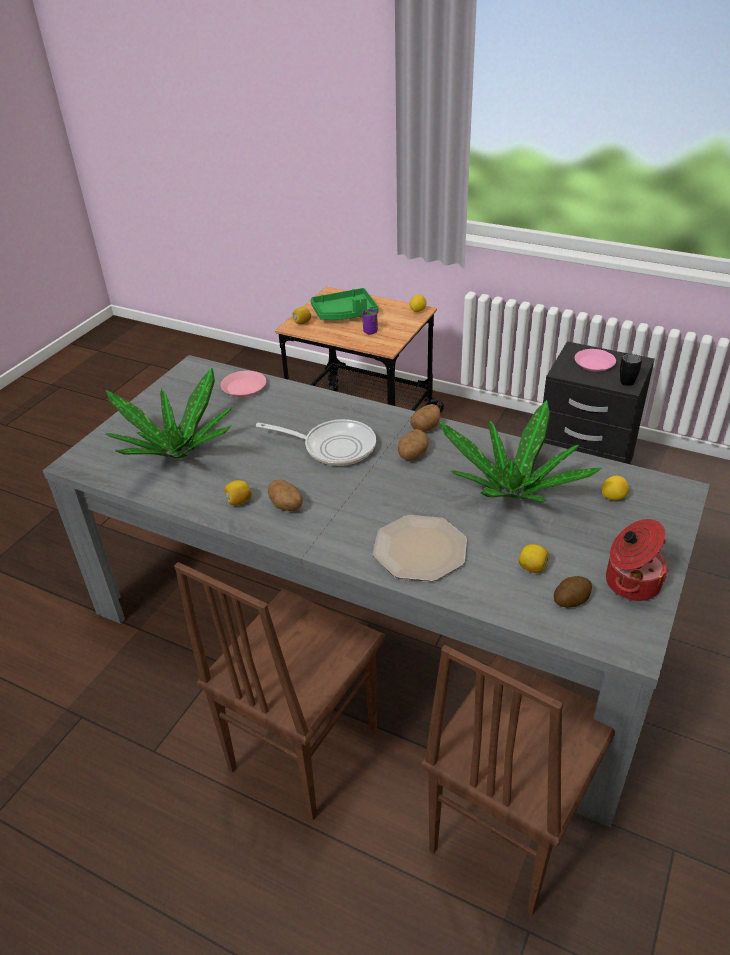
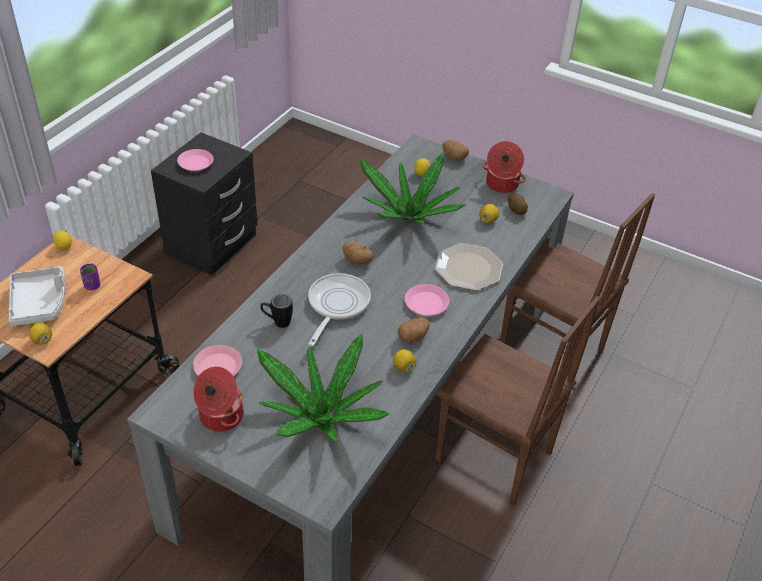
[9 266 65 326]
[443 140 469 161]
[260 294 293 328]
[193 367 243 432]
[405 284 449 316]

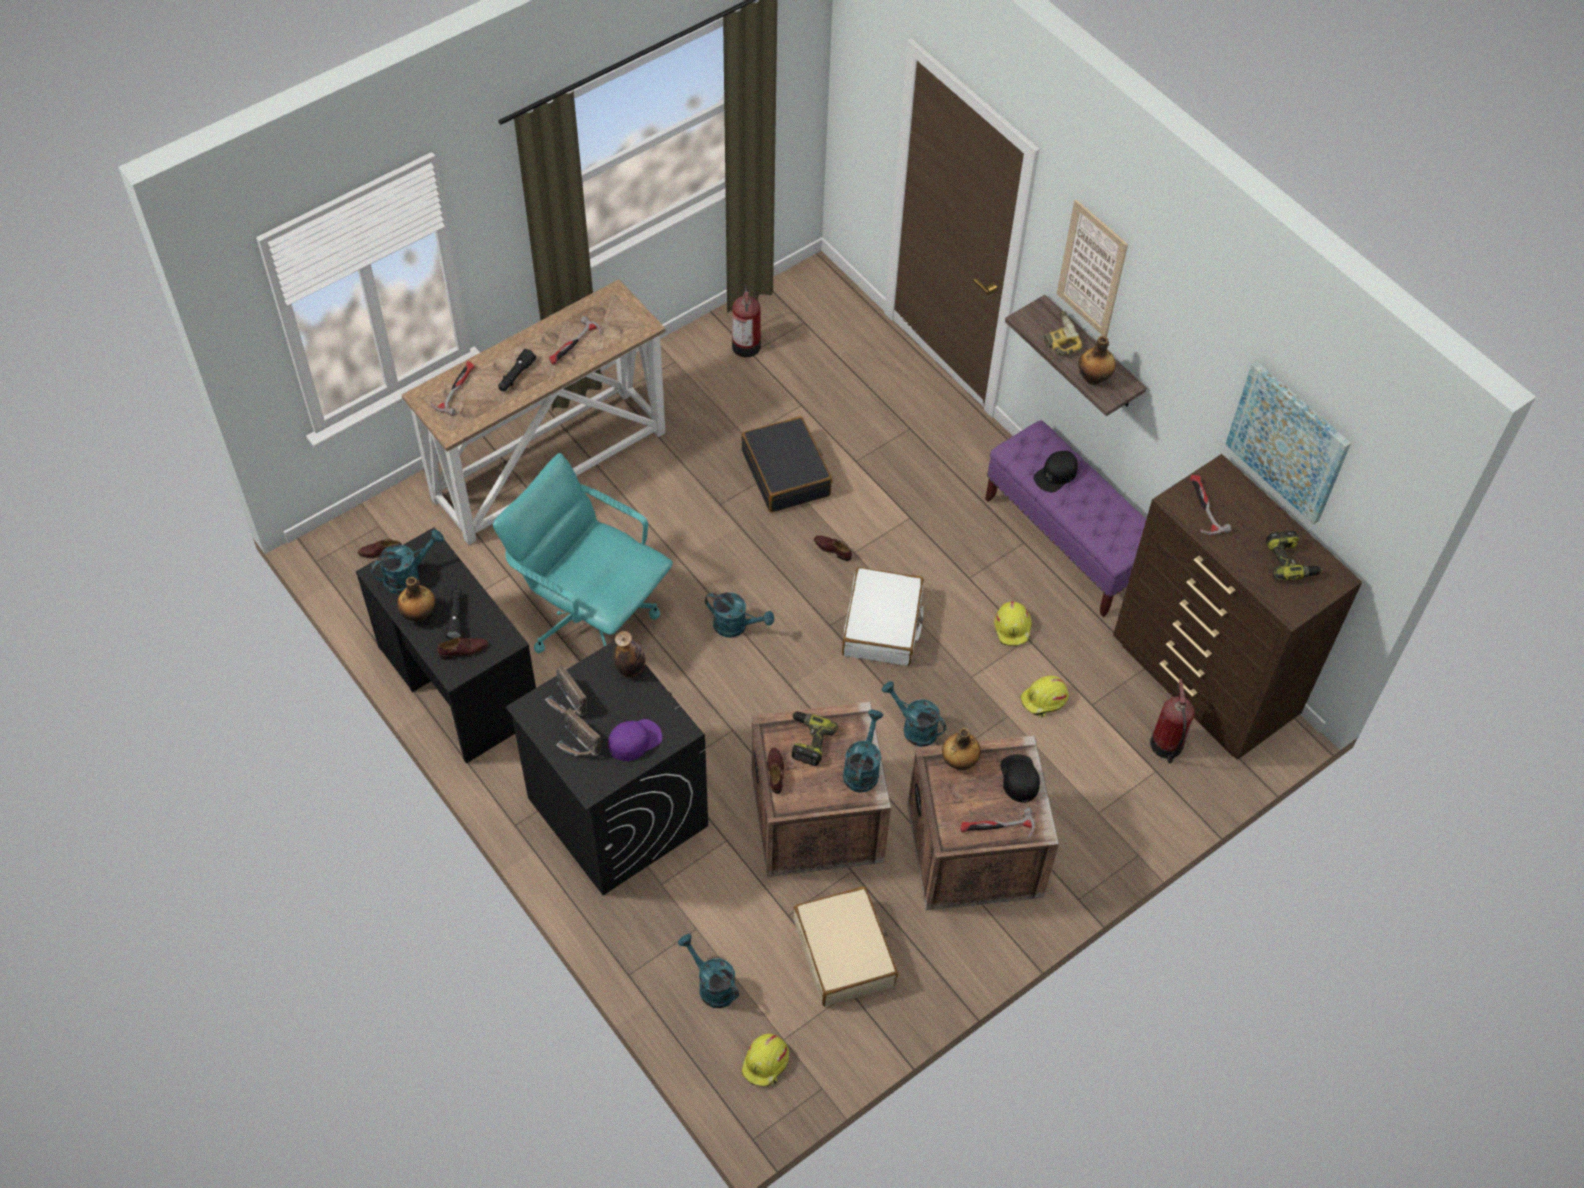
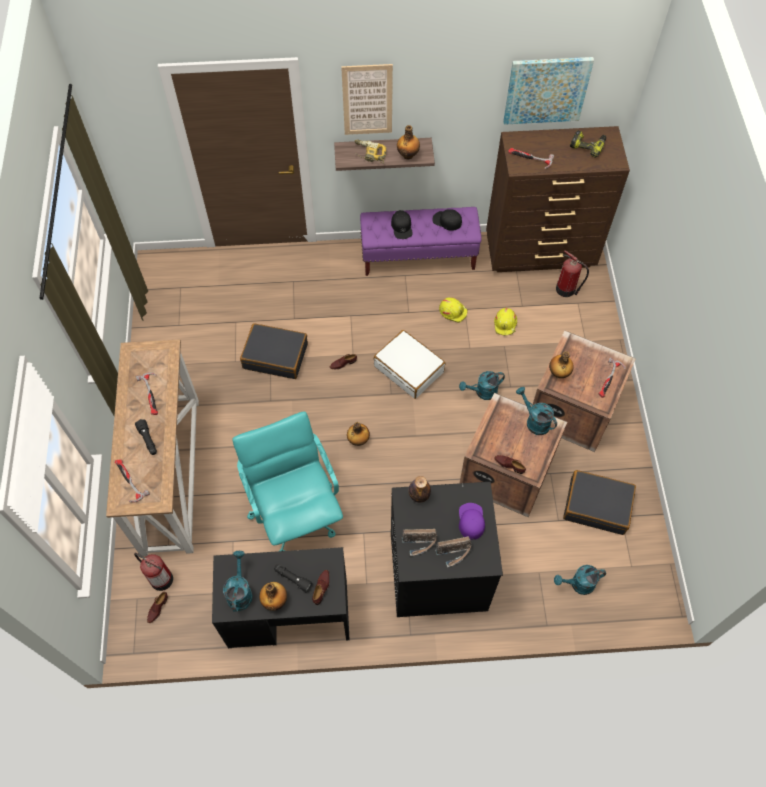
[232 411 343 551]
[347 422 370 446]
[134 553 173 591]
[742 1033 789 1087] (first image)
[791 712 838 766] (first image)
[563 470 636 535]
[432 209 462 231]

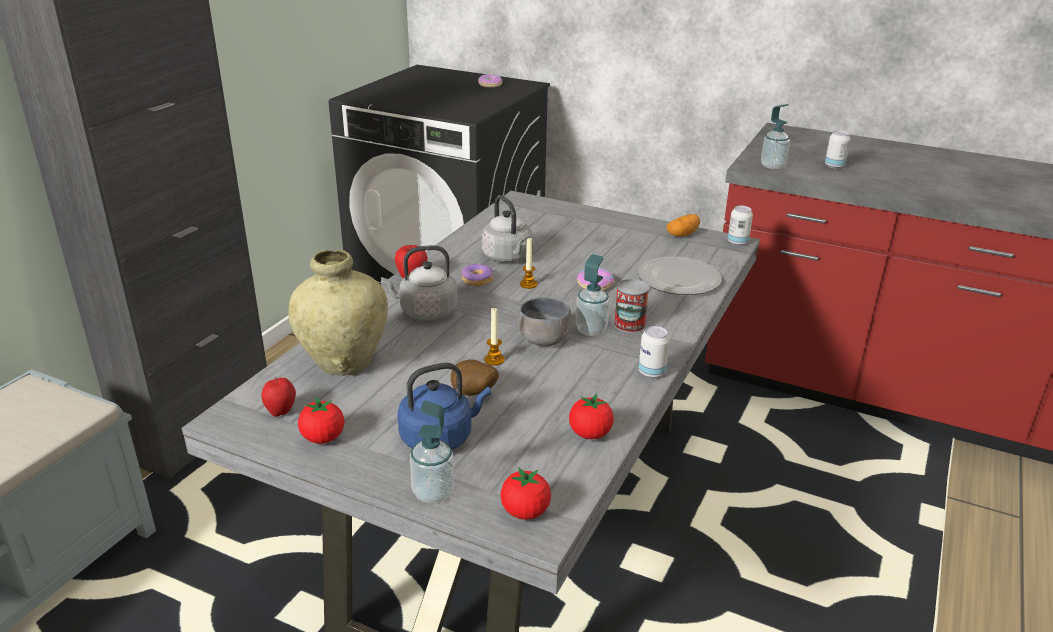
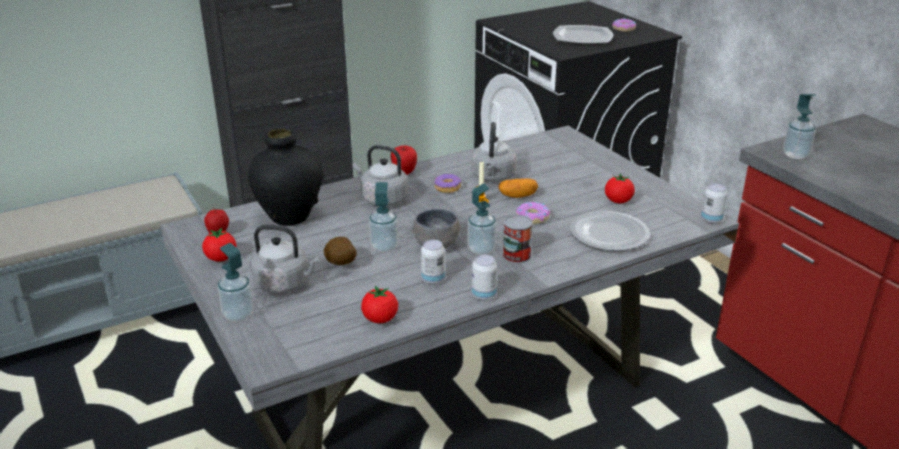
[248 128 323 226]
[250 225 320 293]
[369 182 398 252]
[605 173 635 203]
[498 178 538 198]
[421 240 445 284]
[553 25 613 44]

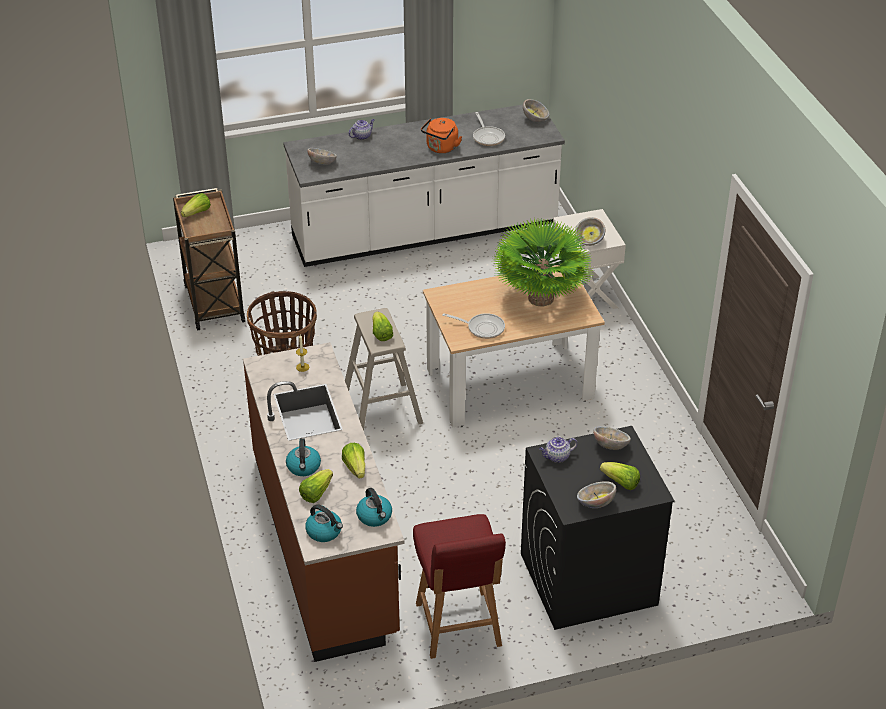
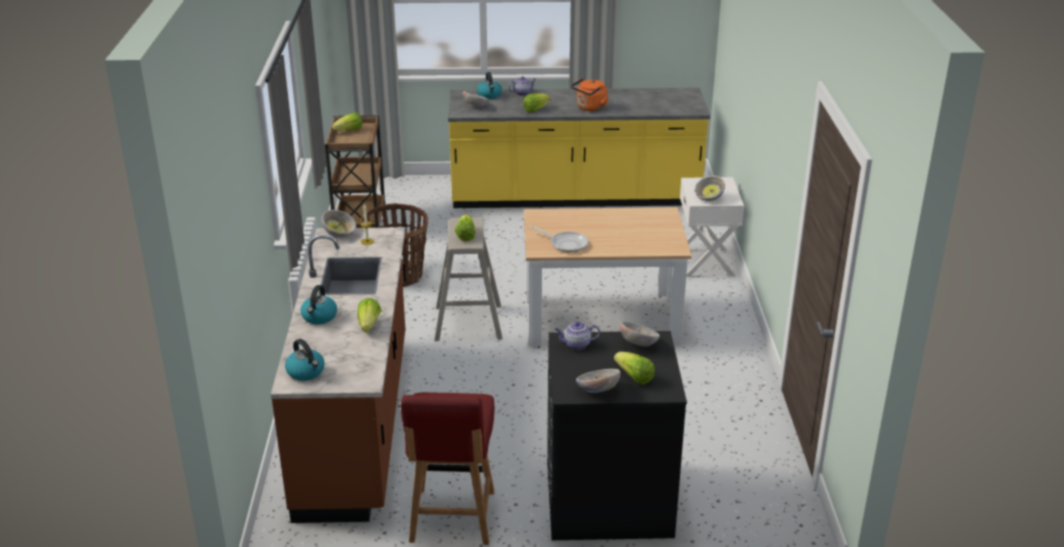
[448 88 710 208]
[523 93 550 112]
[477 72 502 99]
[473 112 505 146] (first image)
[492 219 593 307] (first image)
[321 210 356 238]

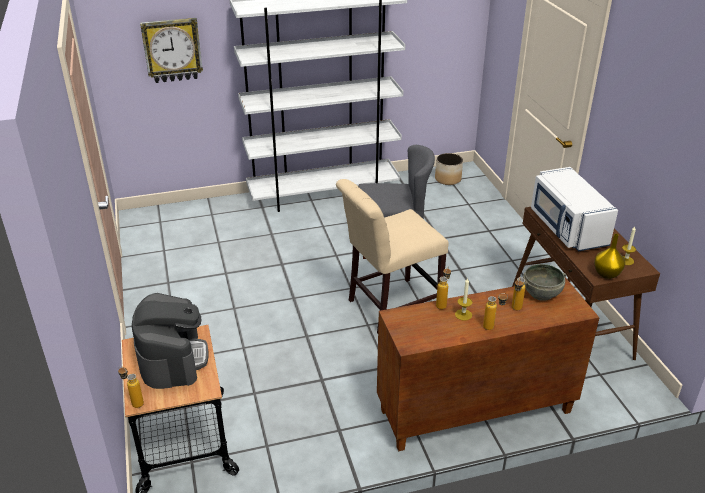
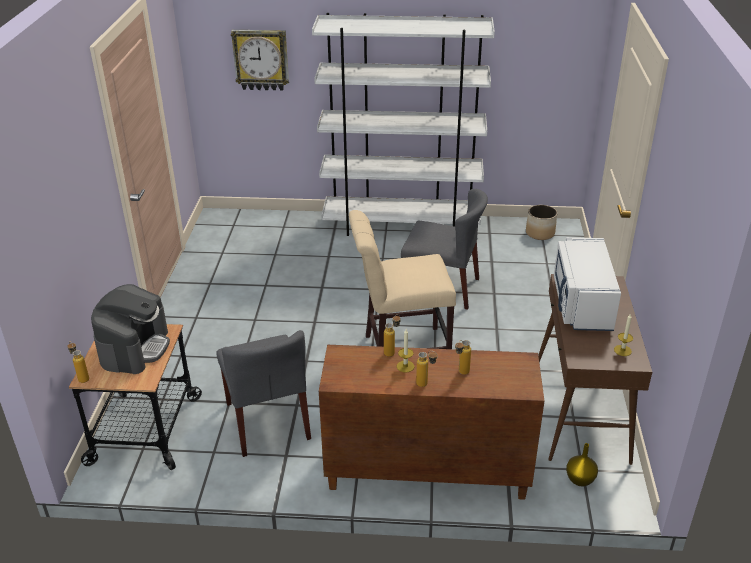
[523 264 566 301] (first image)
[566 443 598 486]
[216 330 311 457]

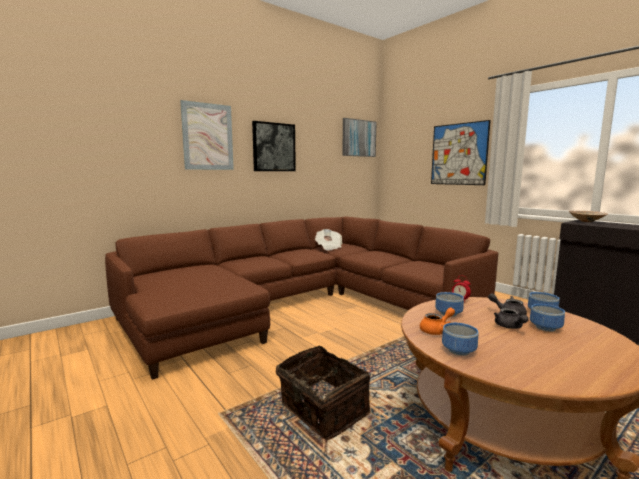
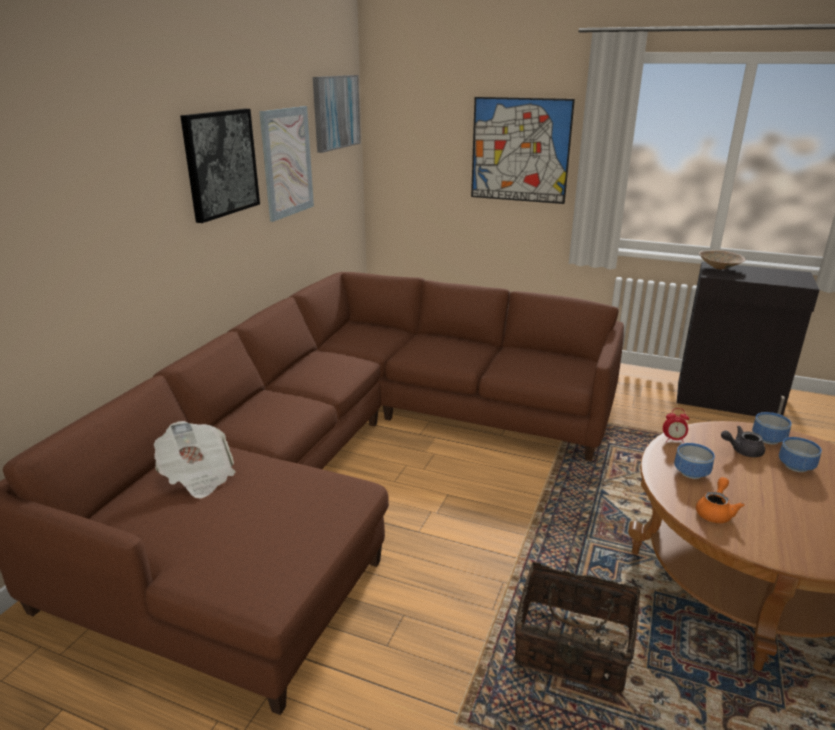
[259 106 314 222]
[154 421 236 498]
[442 323 478 356] (first image)
[494 308 529 329] (first image)

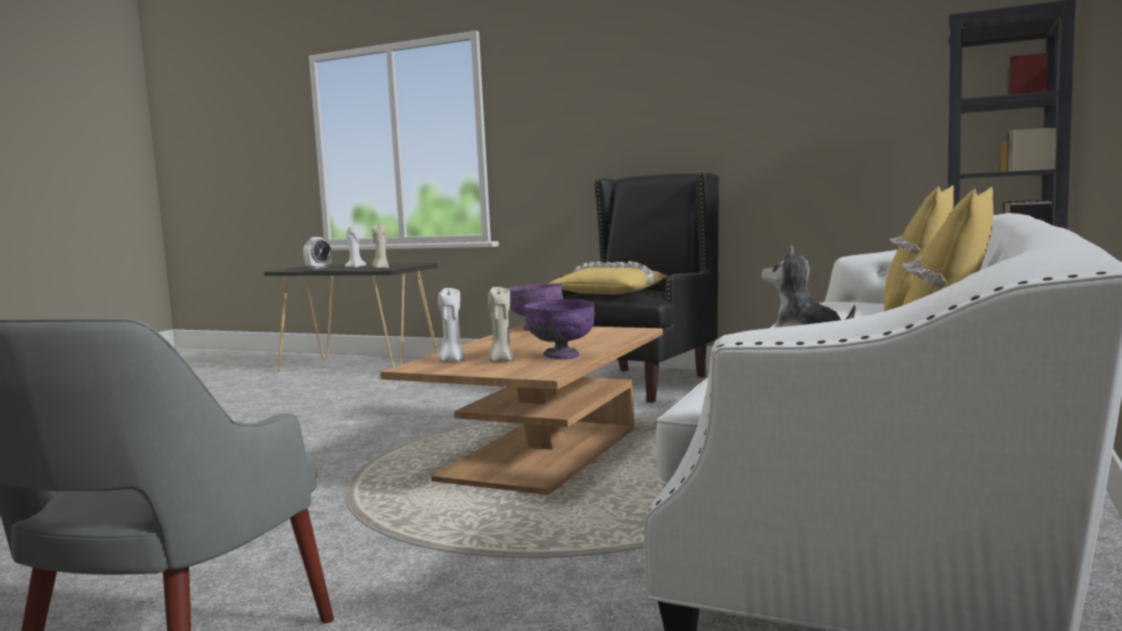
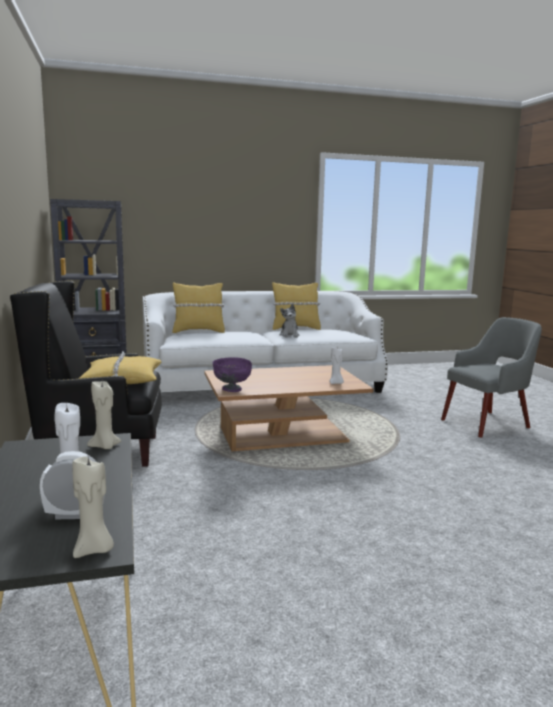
[72 456 114 558]
[524 299 595 359] (first image)

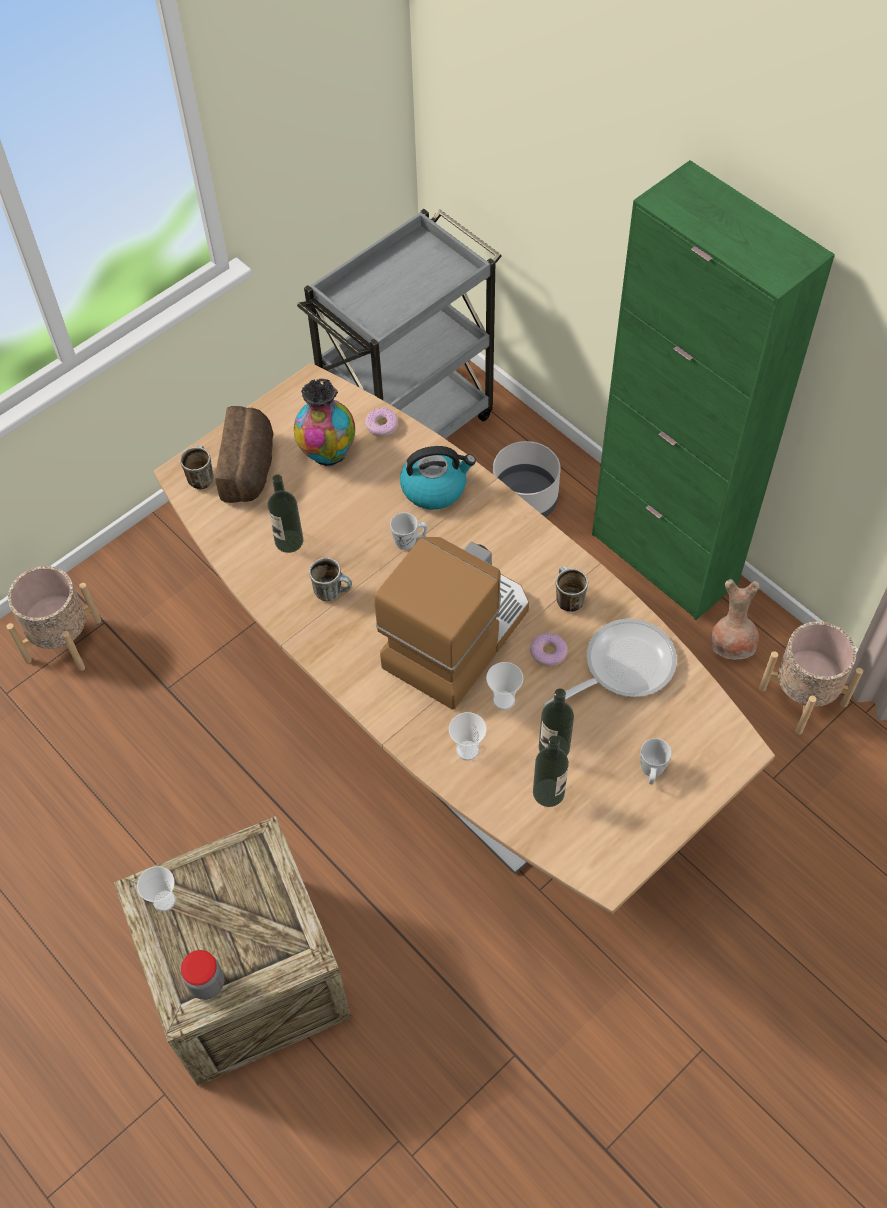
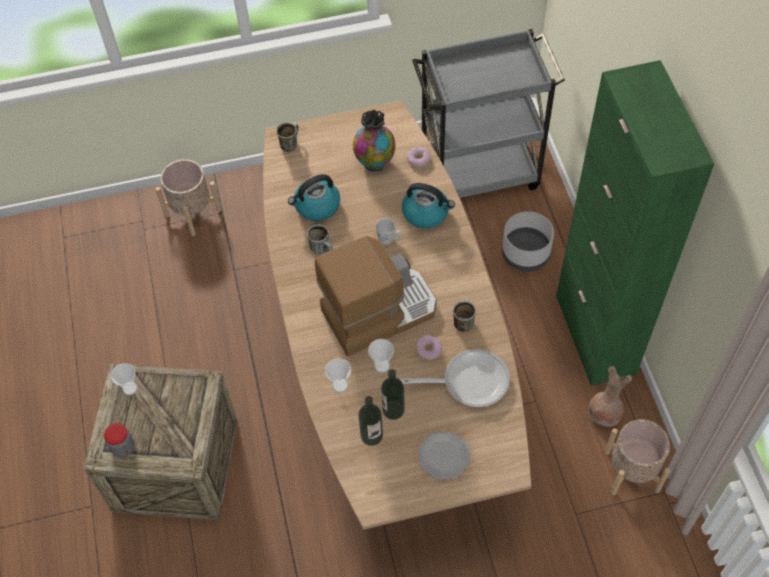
[215 406 274 503] (first image)
[288 174 340 221]
[418 431 471 480]

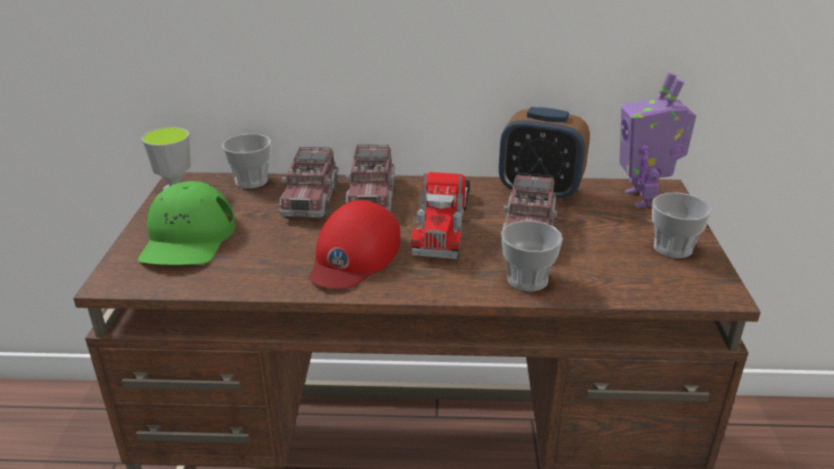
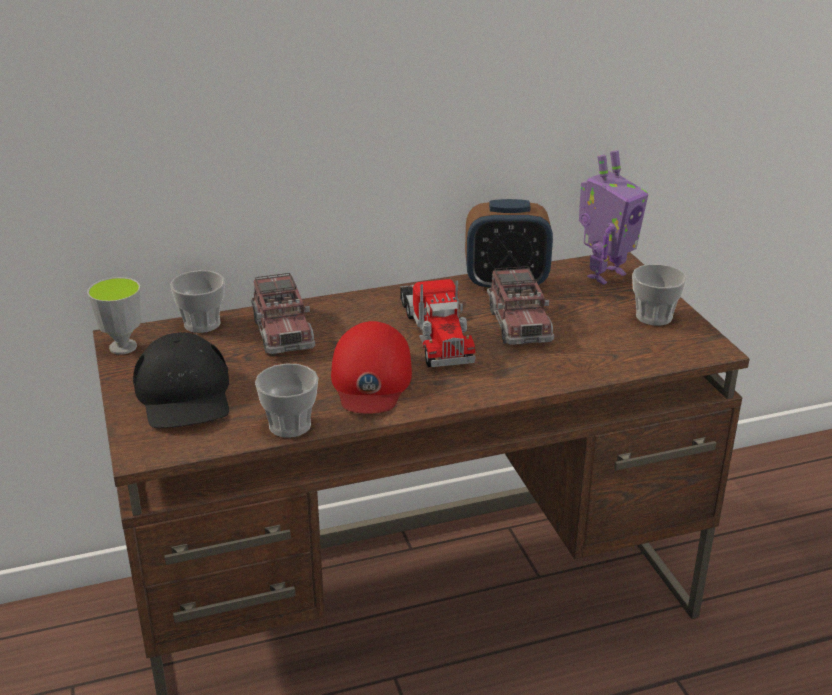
[133 332 229 428]
[345 145 395 212] (first image)
[255 364 318 438]
[579 150 648 285]

